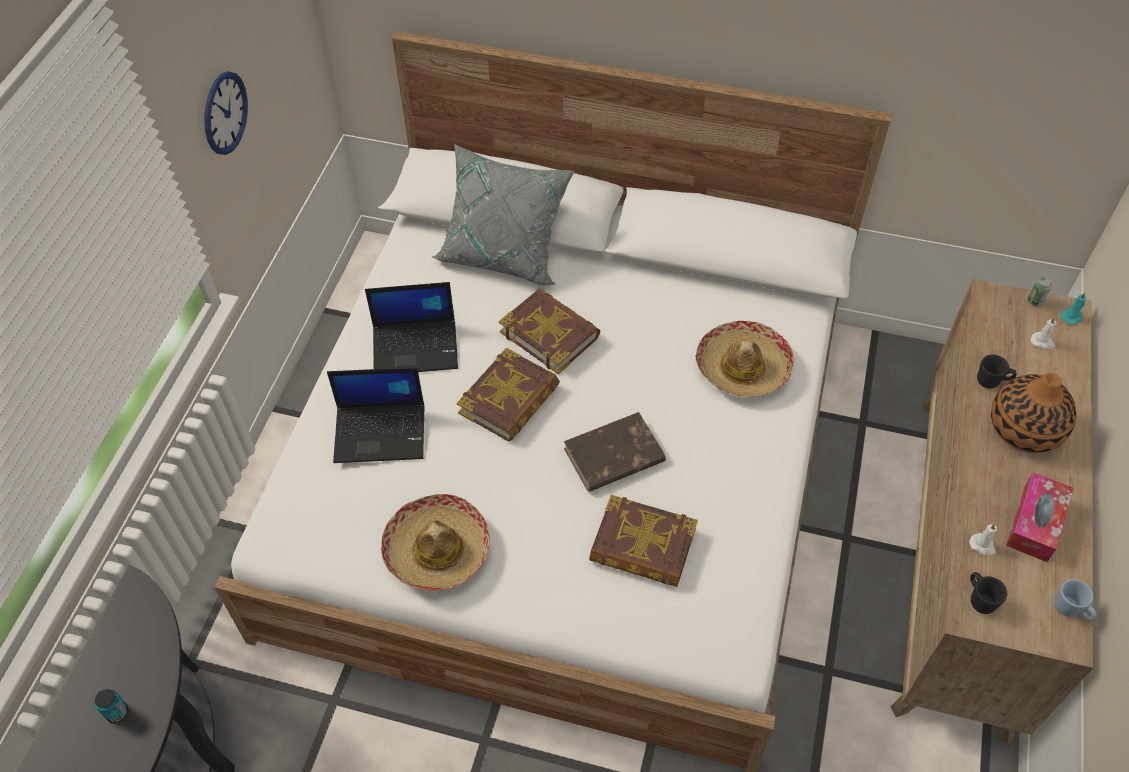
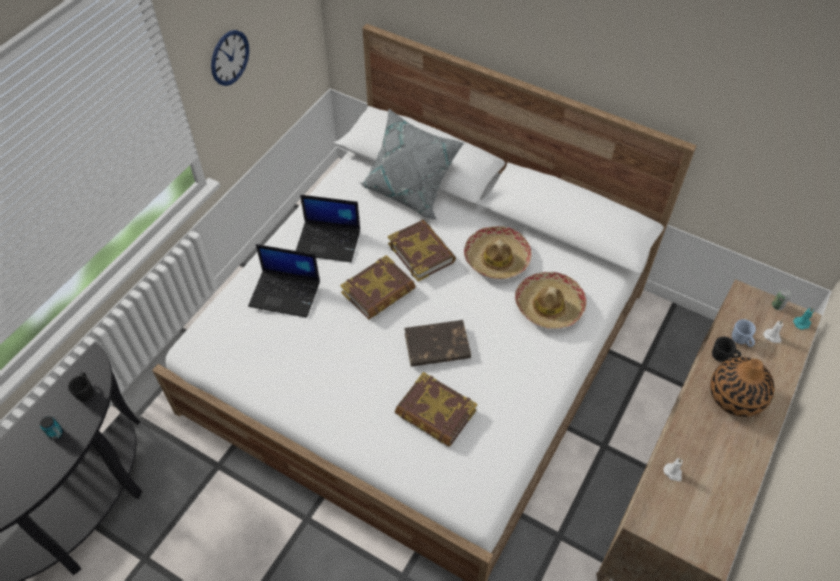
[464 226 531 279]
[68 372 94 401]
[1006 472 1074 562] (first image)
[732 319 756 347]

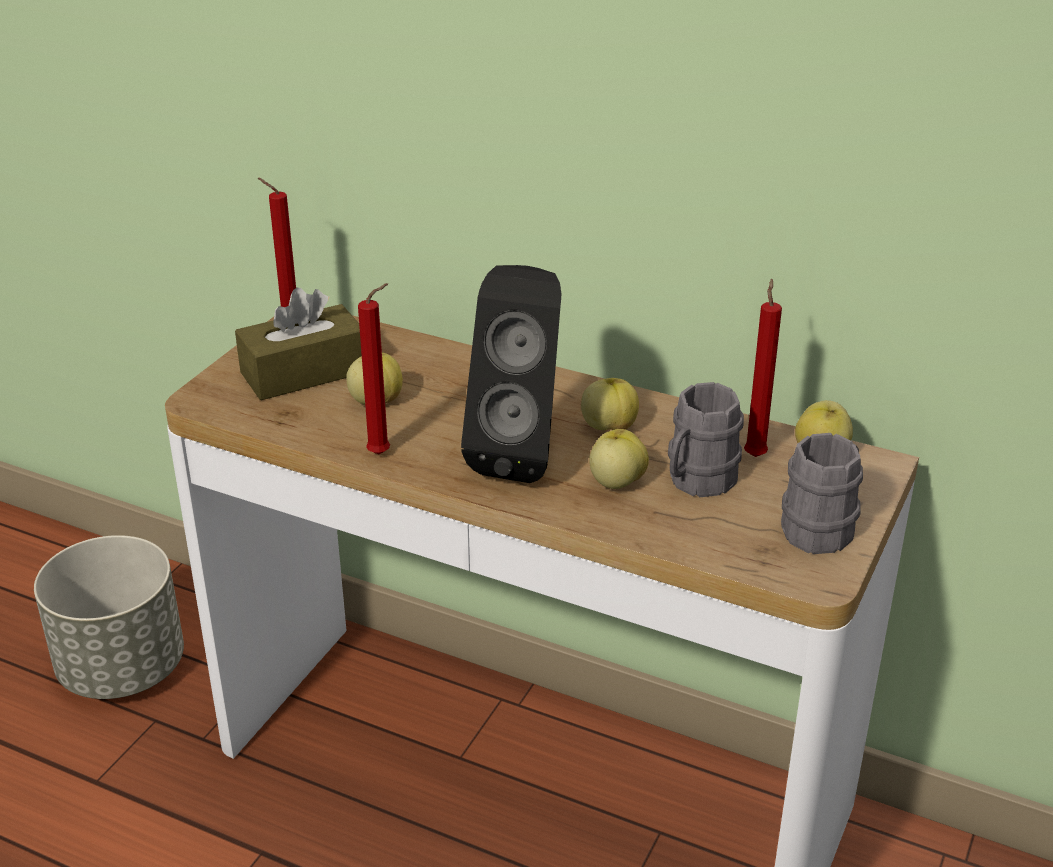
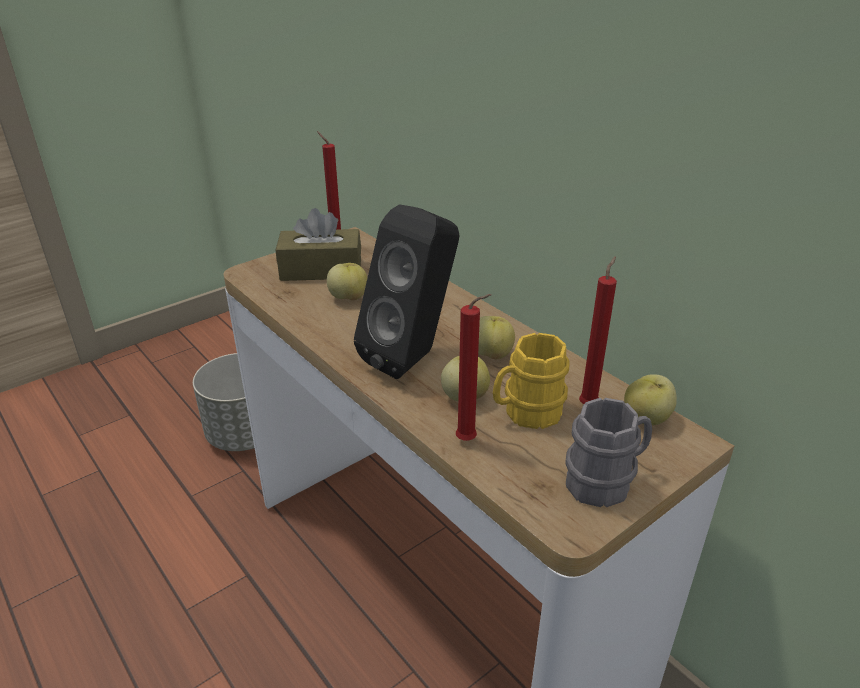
[456 294 492 441]
[493 333 569 429]

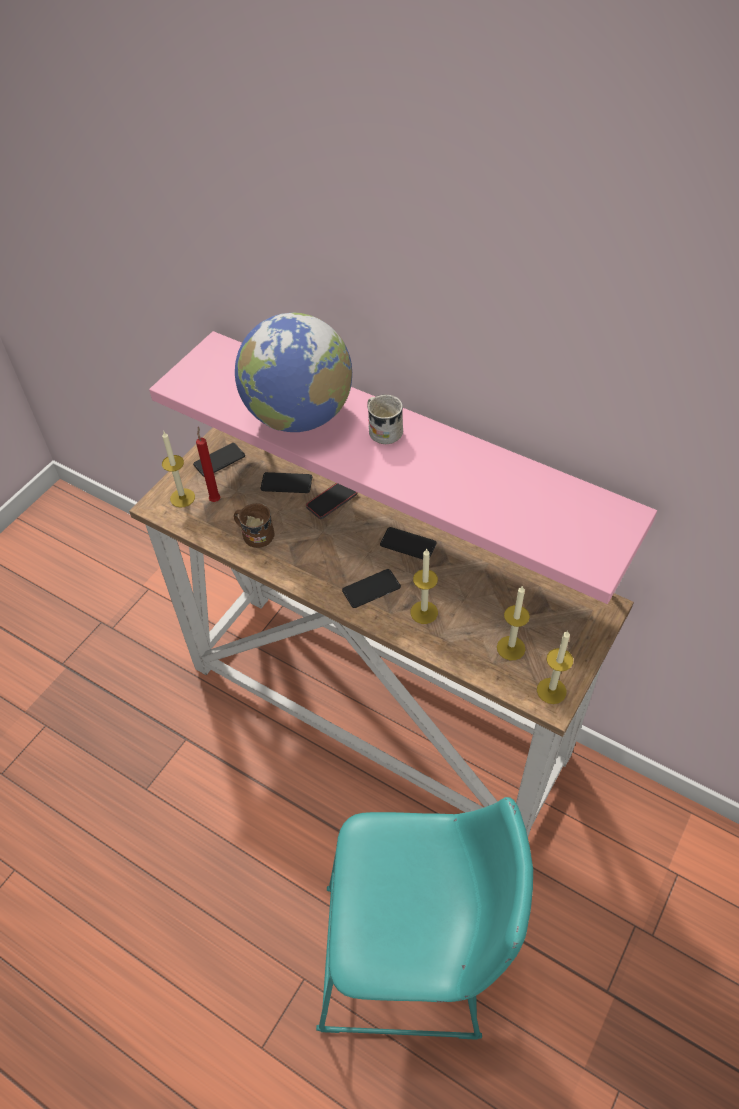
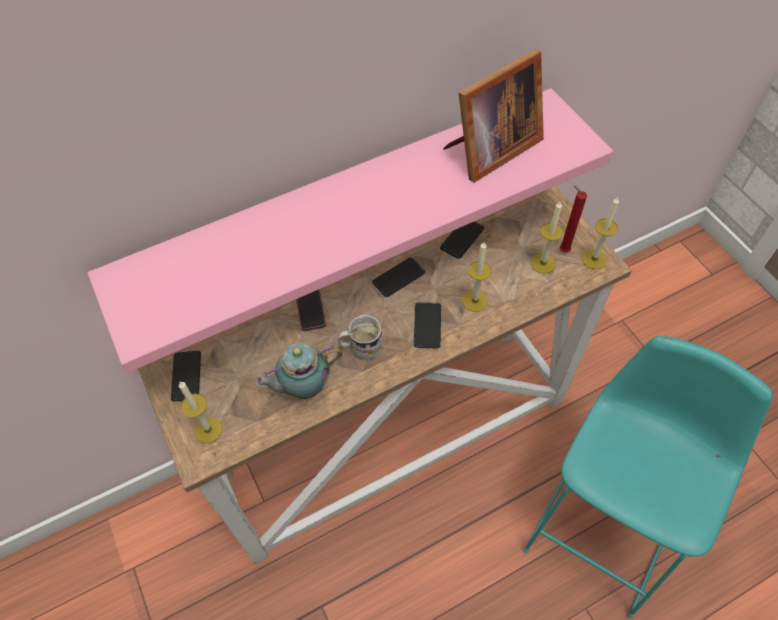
[560 185 587 253]
[255 343 343 399]
[235 313 352 432] (first image)
[440 222 484 259]
[338 315 383 360]
[443 50 544 183]

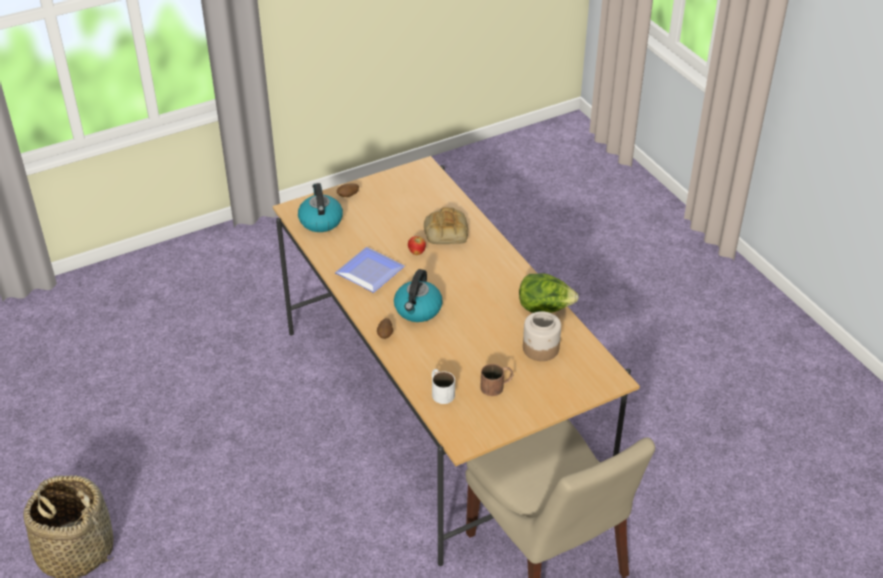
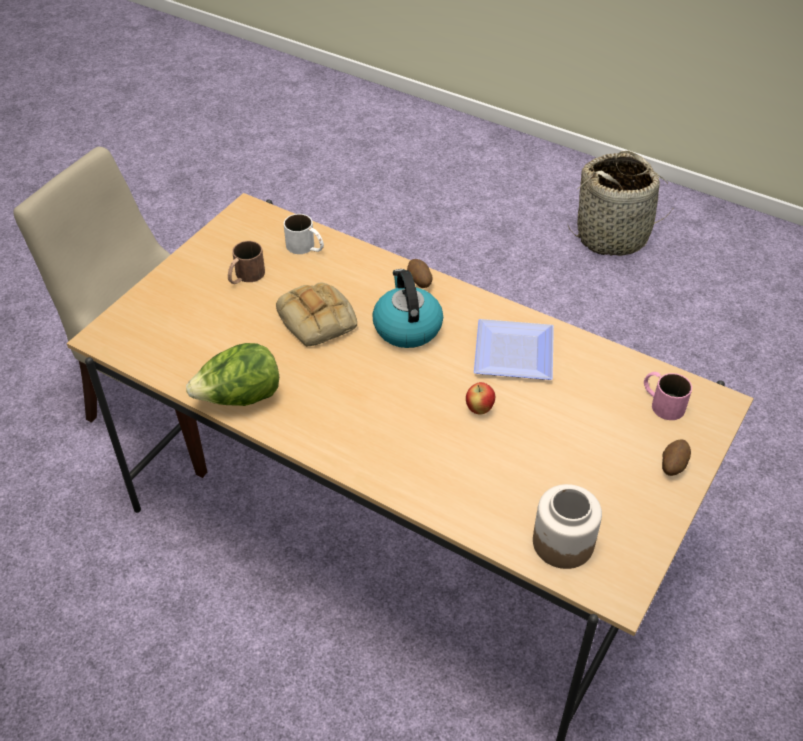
[644 372 692 420]
[276 282 357 347]
[533 484 602 569]

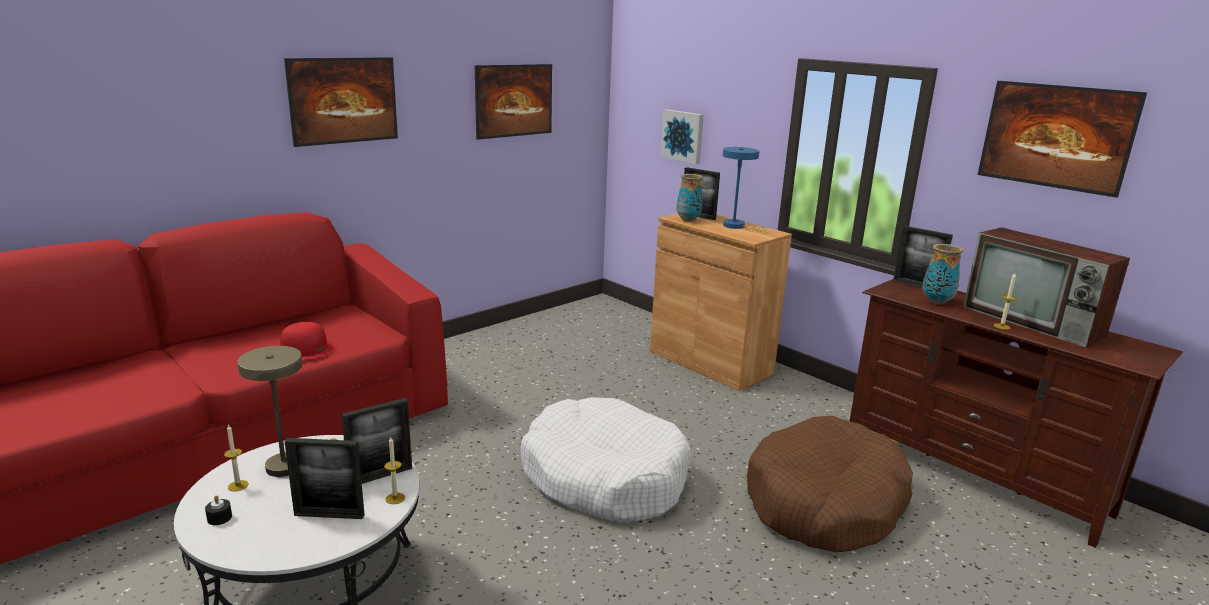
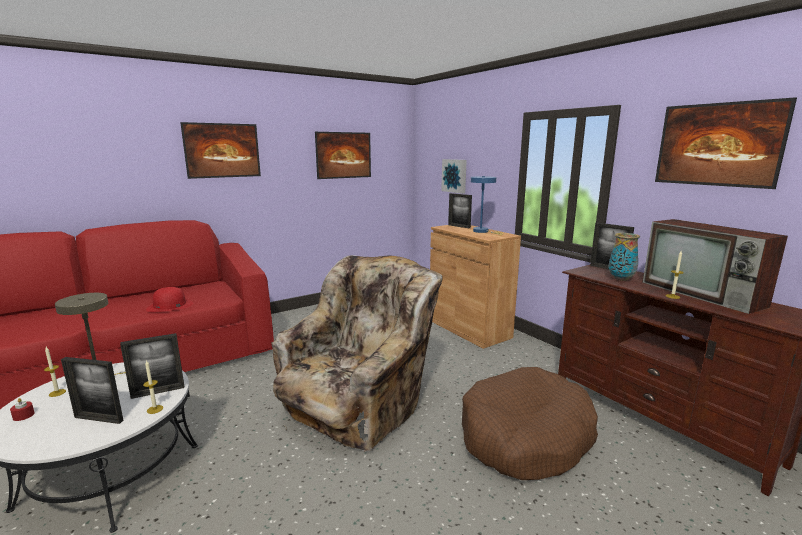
[10 398 35 421]
[271 255 442 452]
[677 174 703 222] (first image)

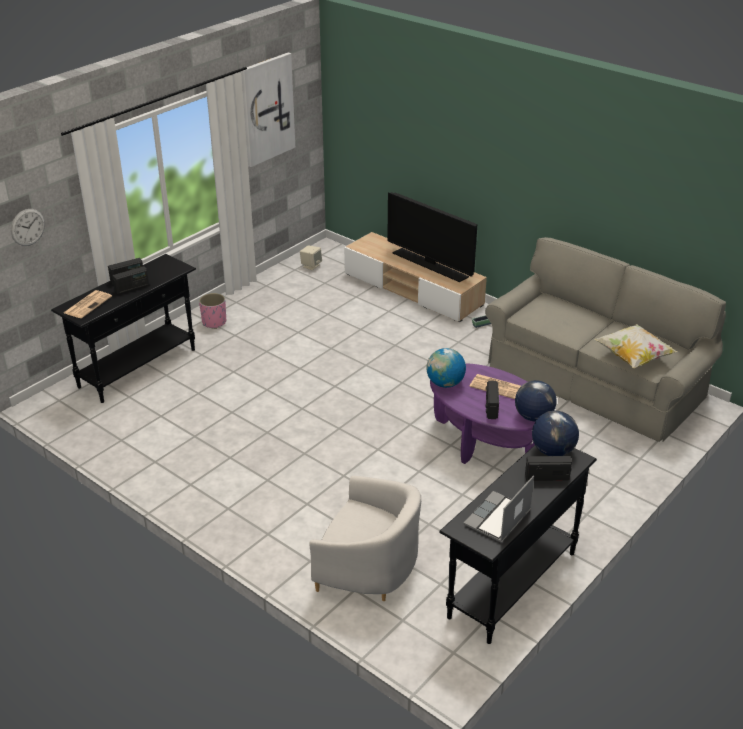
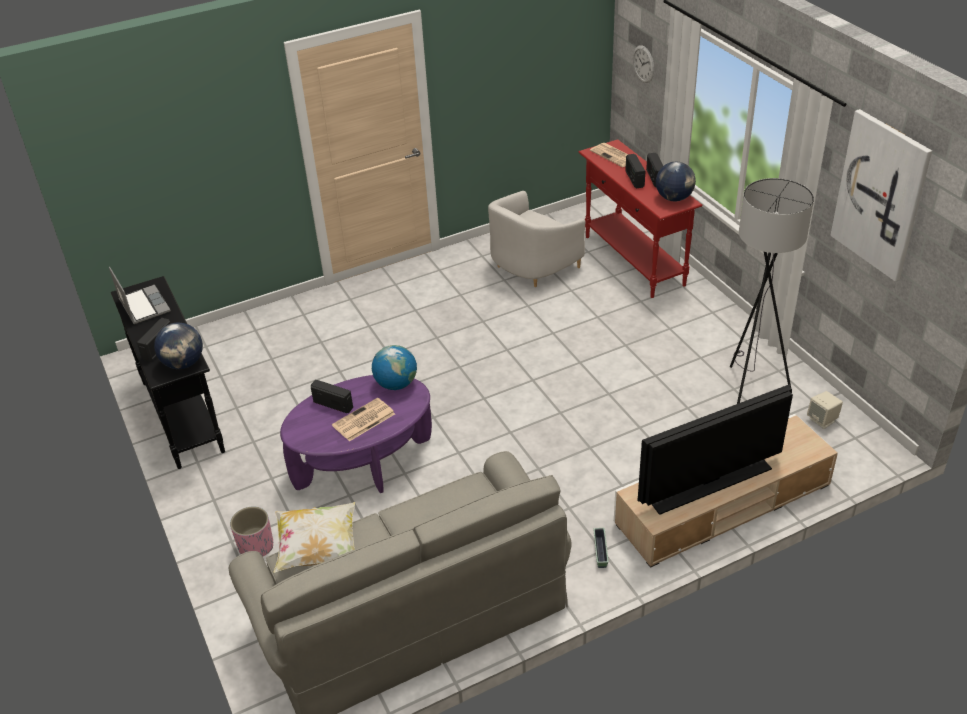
[579 139 702 298]
[230 506 273 557]
[488 191 585 287]
[656 162 696 201]
[730 178 814 404]

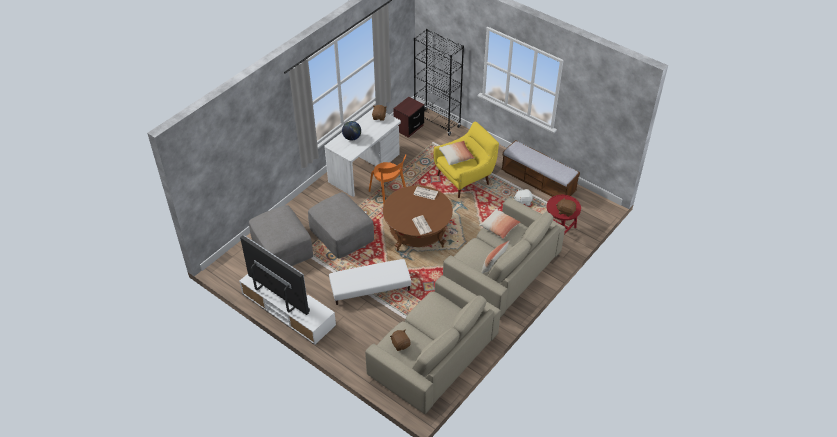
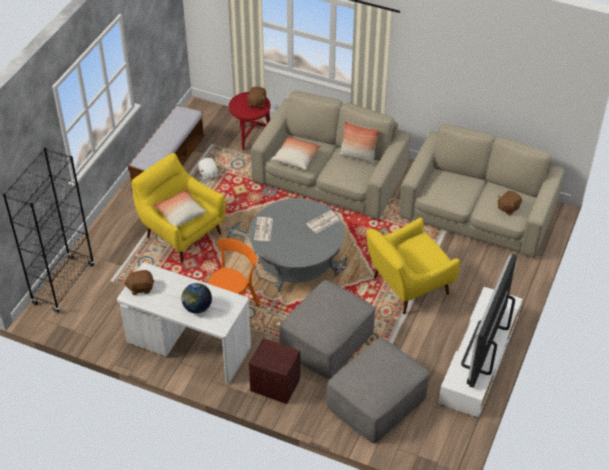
[366 218 460 314]
[249 199 344 292]
[249 338 300 404]

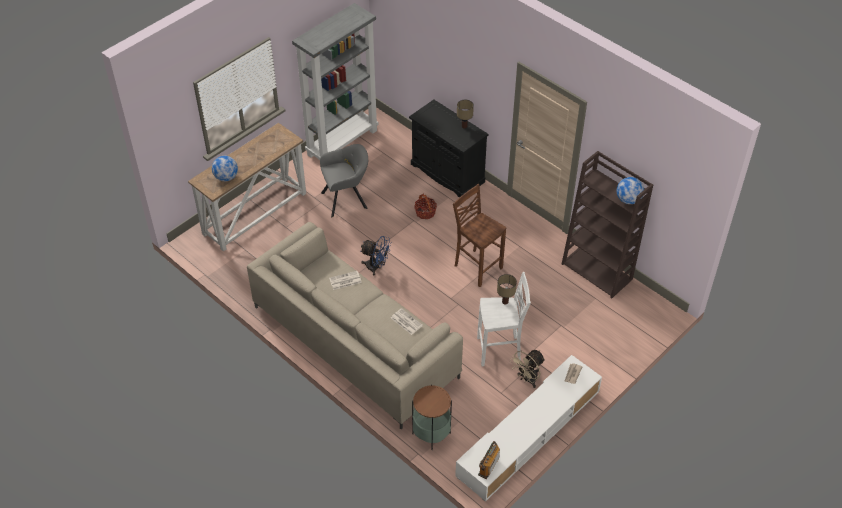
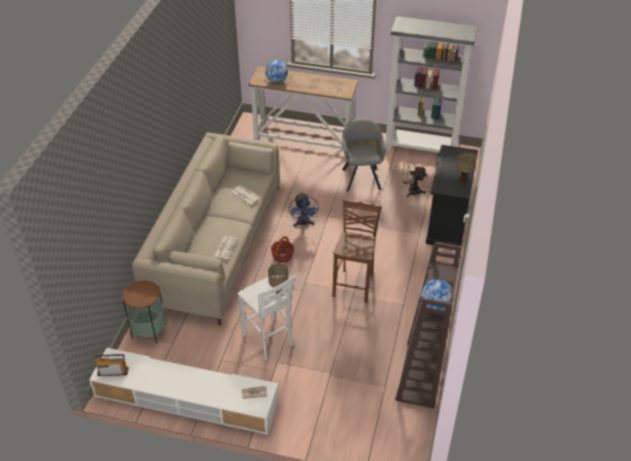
[342 118 386 192]
[271 236 294 263]
[400 158 427 197]

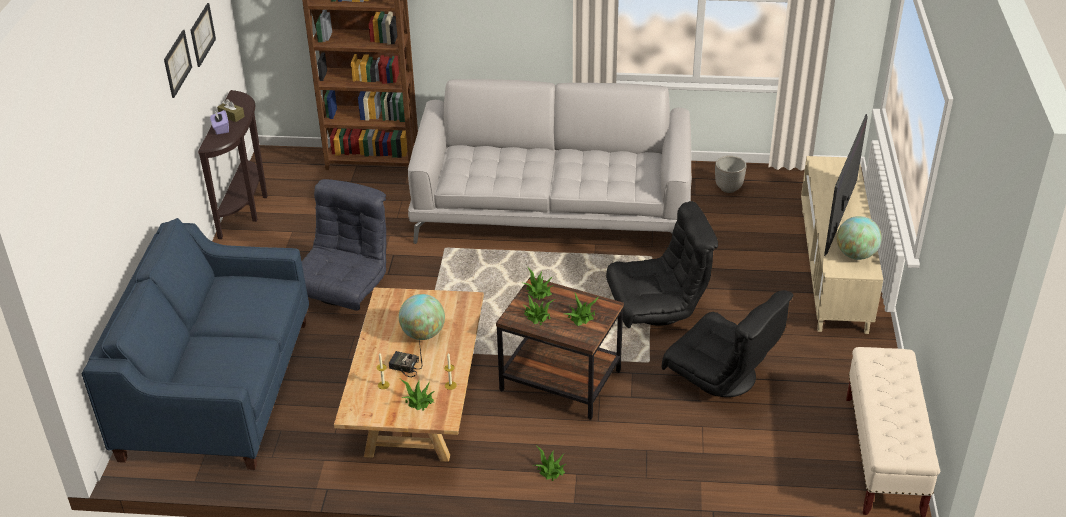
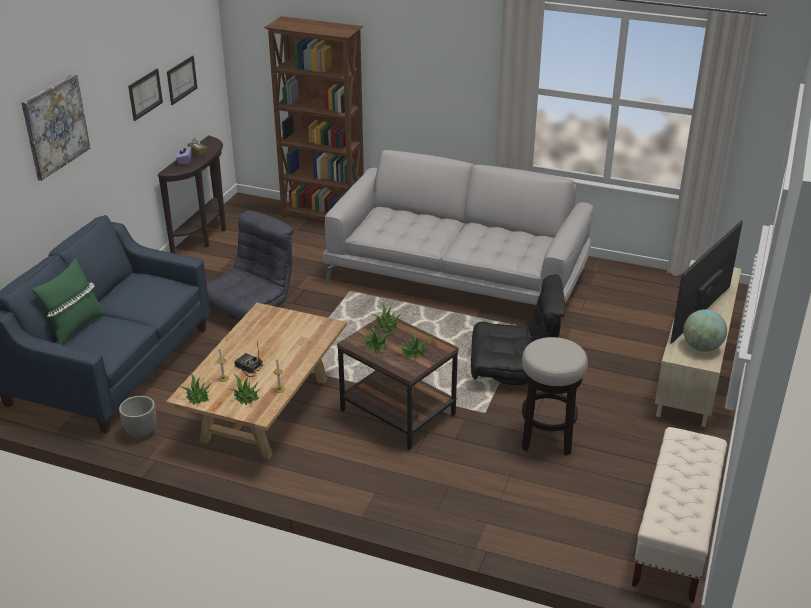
[399 294 445 340] (first image)
[179 373 211 405]
[522 337 588 456]
[119 396 156 438]
[21 74 90 181]
[32 259 105 345]

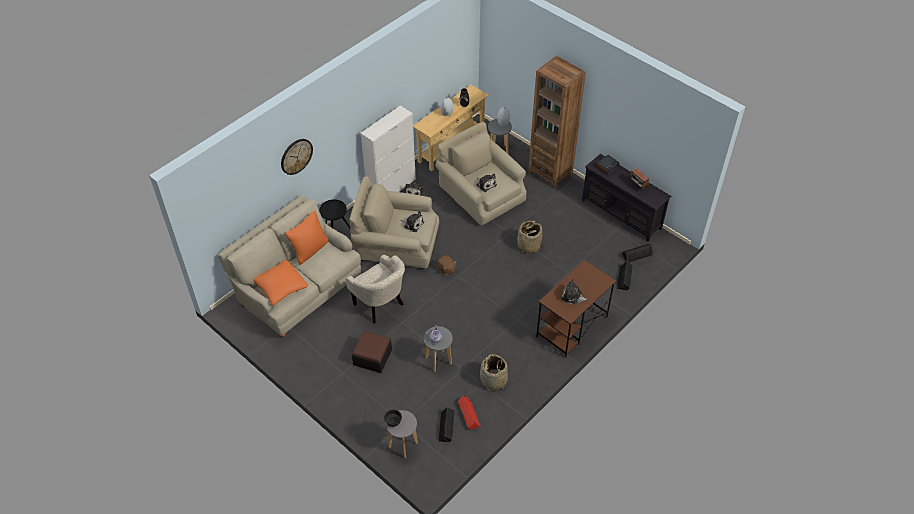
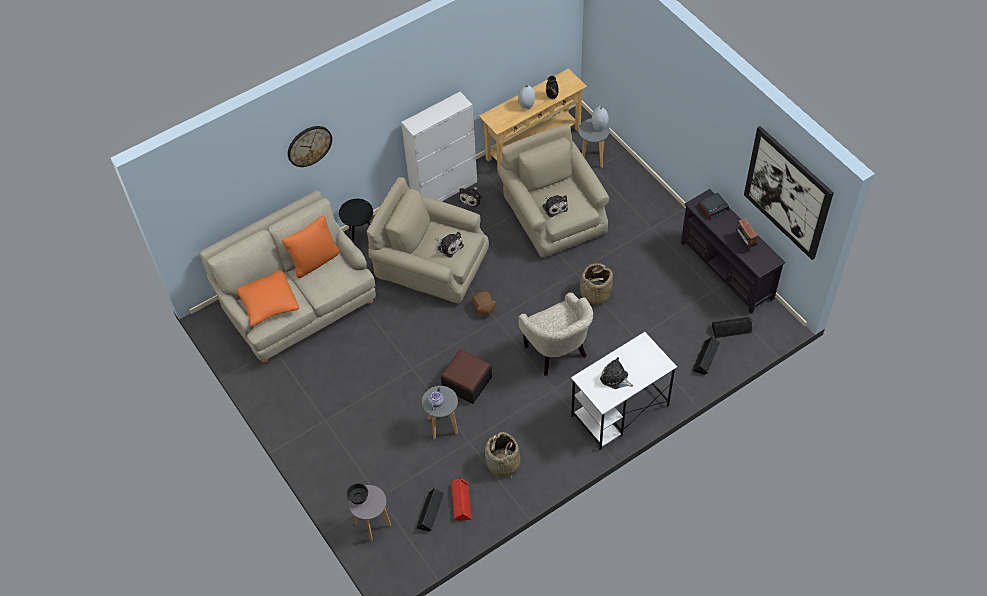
[518 292 593 376]
[441 349 492 404]
[528 56 586 189] (first image)
[571 332 677 450]
[744 126 834 260]

